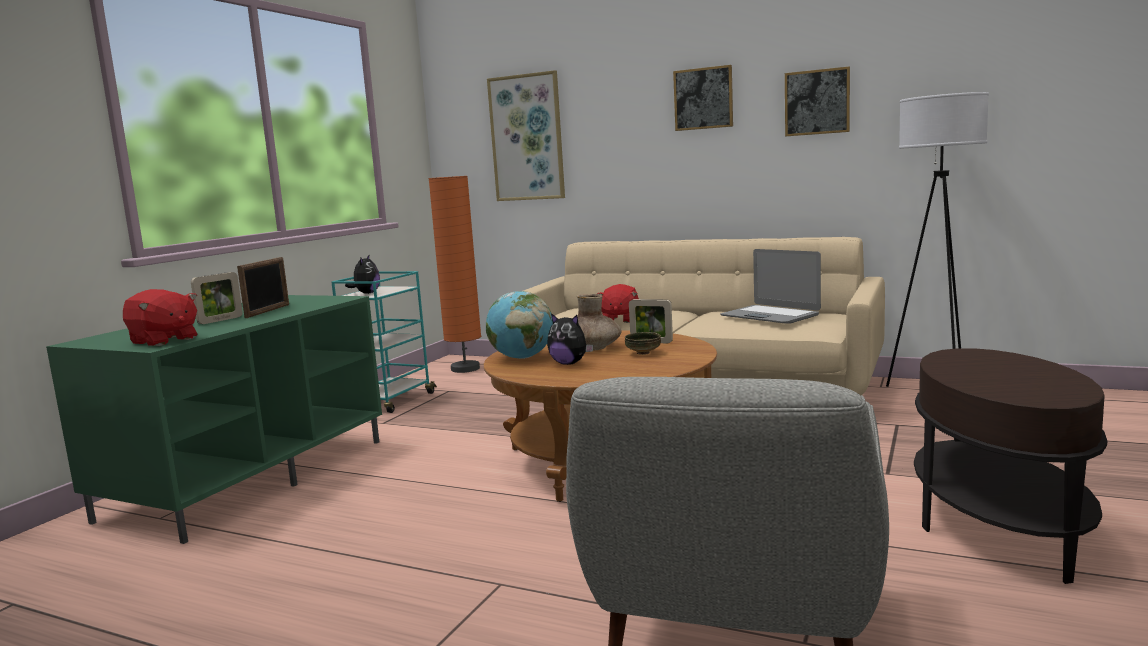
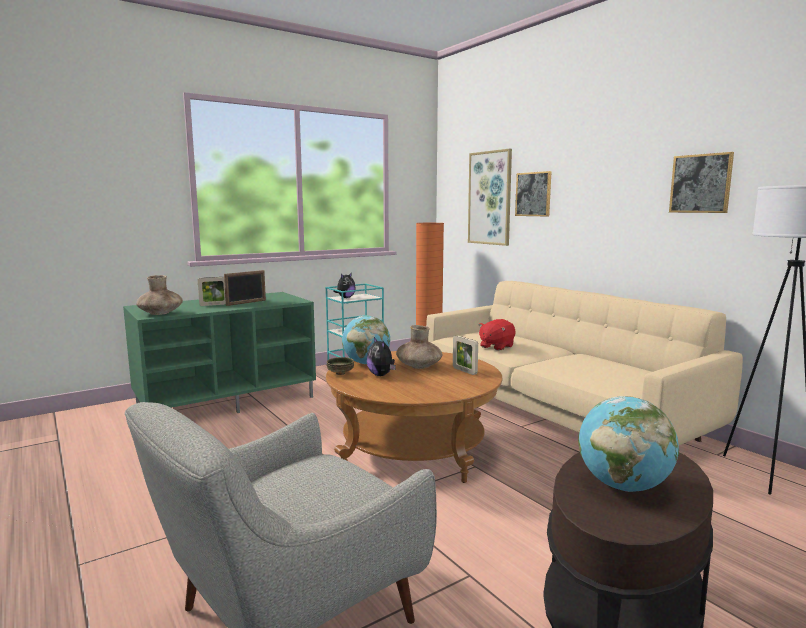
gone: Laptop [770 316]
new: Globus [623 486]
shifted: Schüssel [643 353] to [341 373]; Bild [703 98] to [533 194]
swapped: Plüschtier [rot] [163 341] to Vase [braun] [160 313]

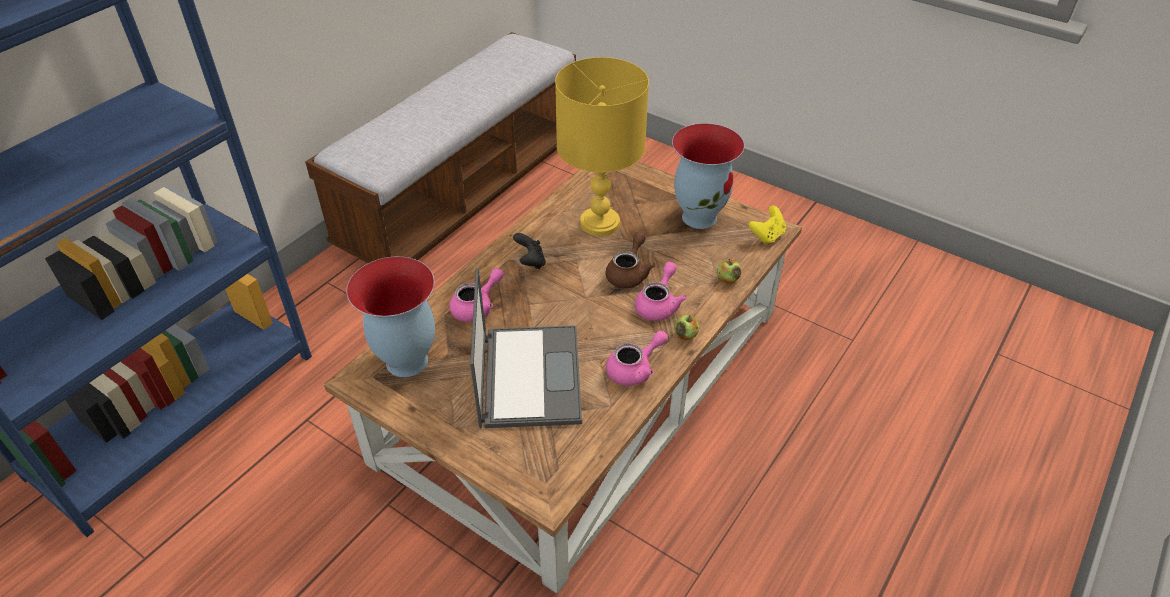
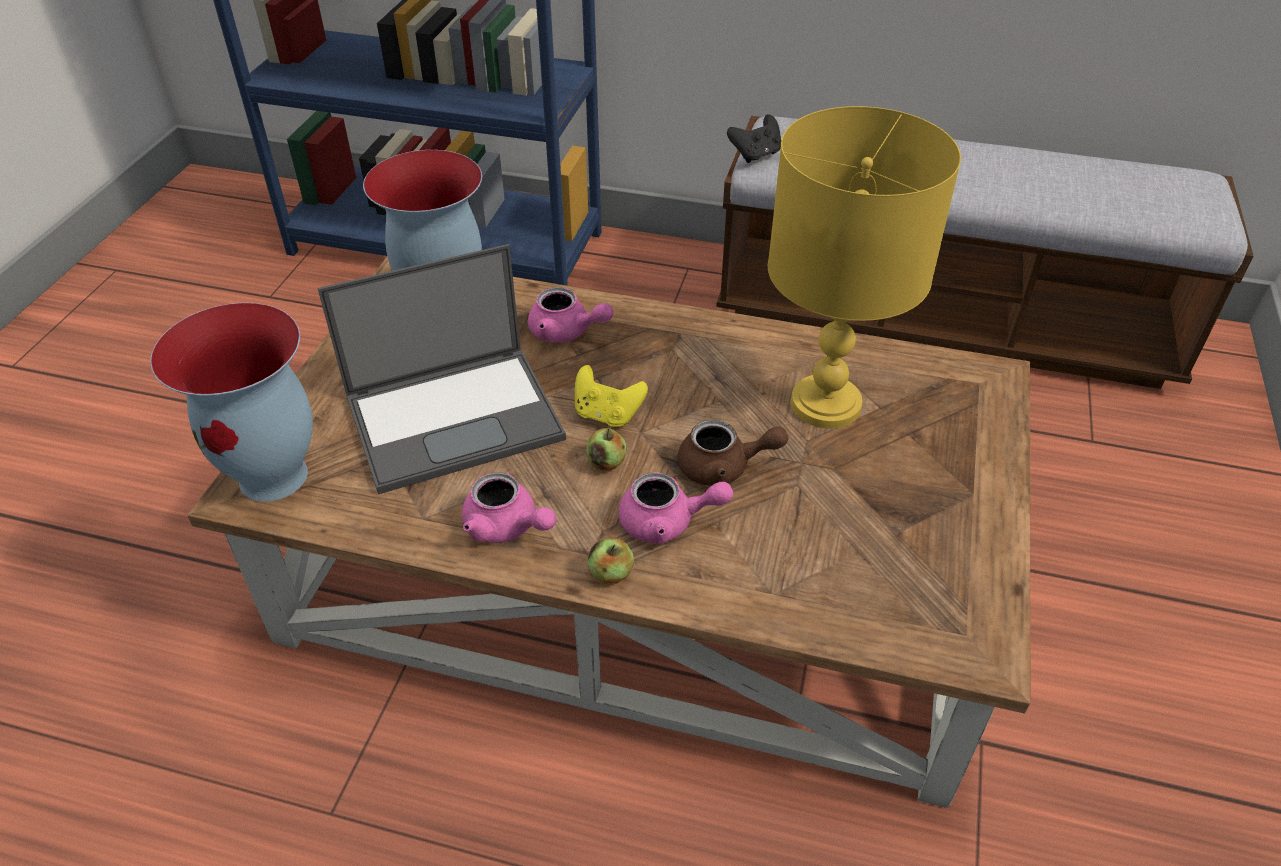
shifted: Gamepad [schwarz] [530 262] to [755 155]; Vase [699 216] to [276 476]; Apfel [728 279] to [606 462]; Gamepad [gelb] [767 236] to [607 414]

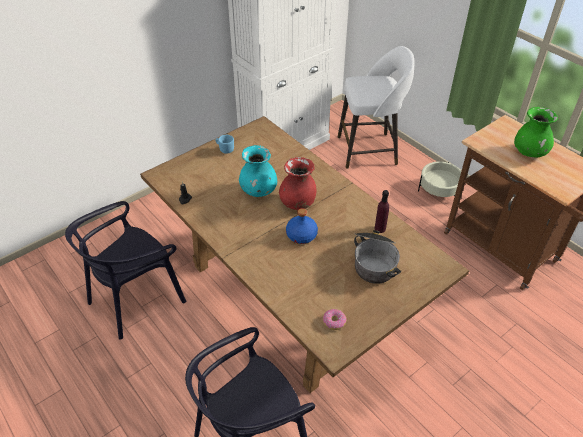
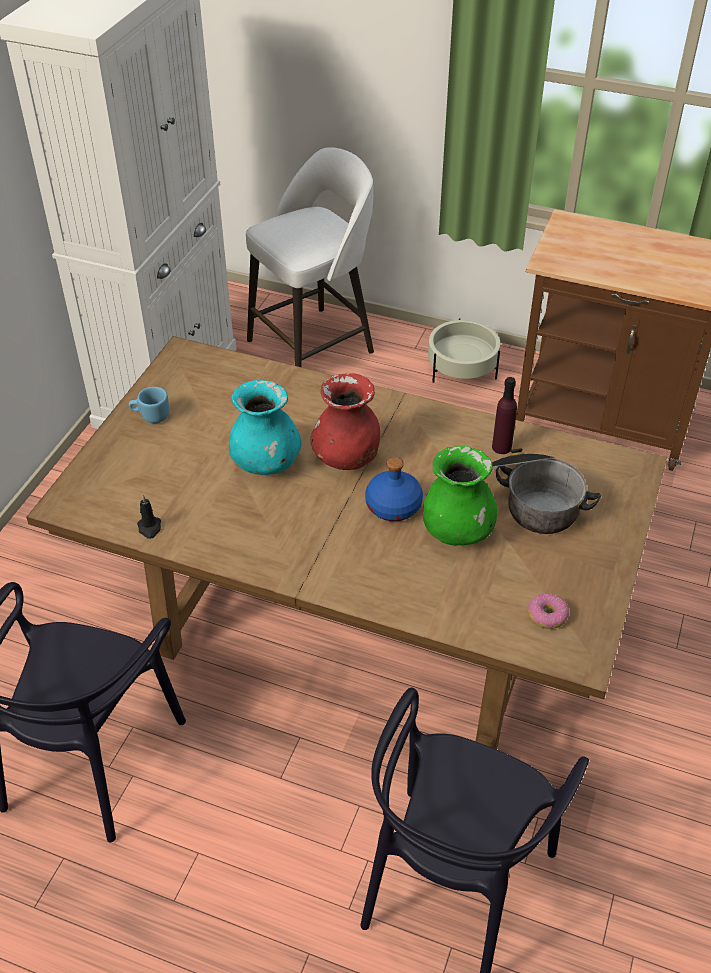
shifted: Vase [grün] [529 152] to [457 531]

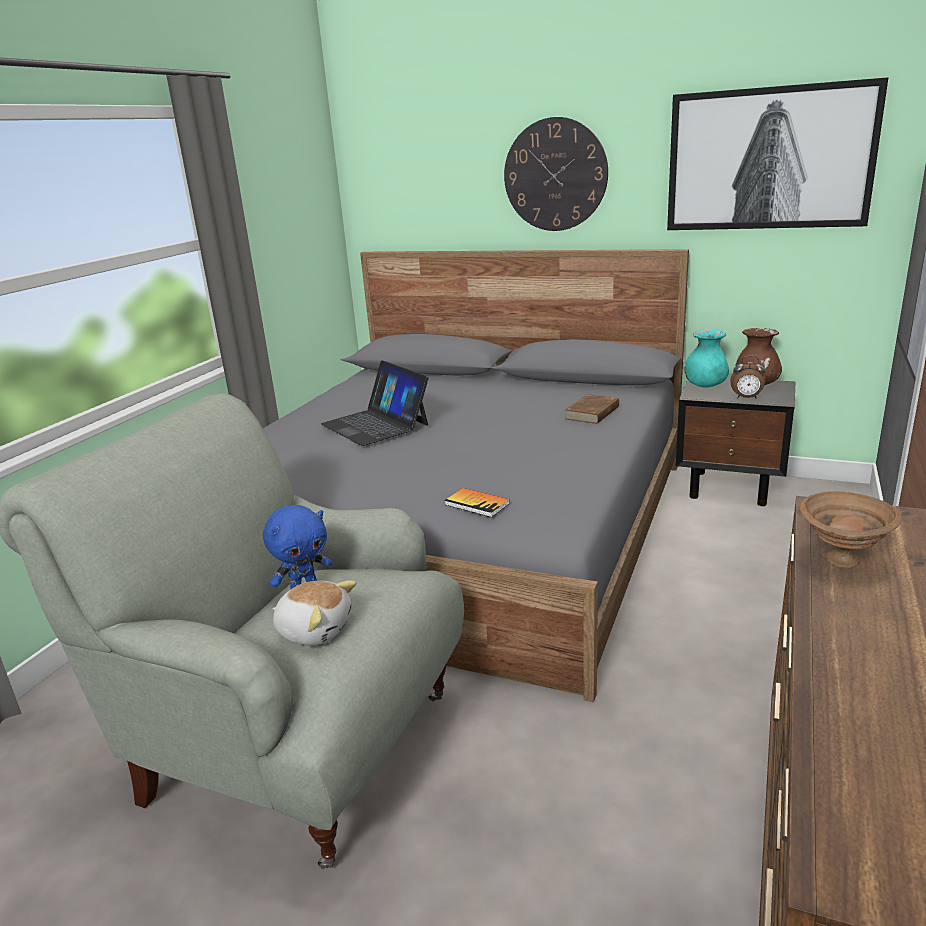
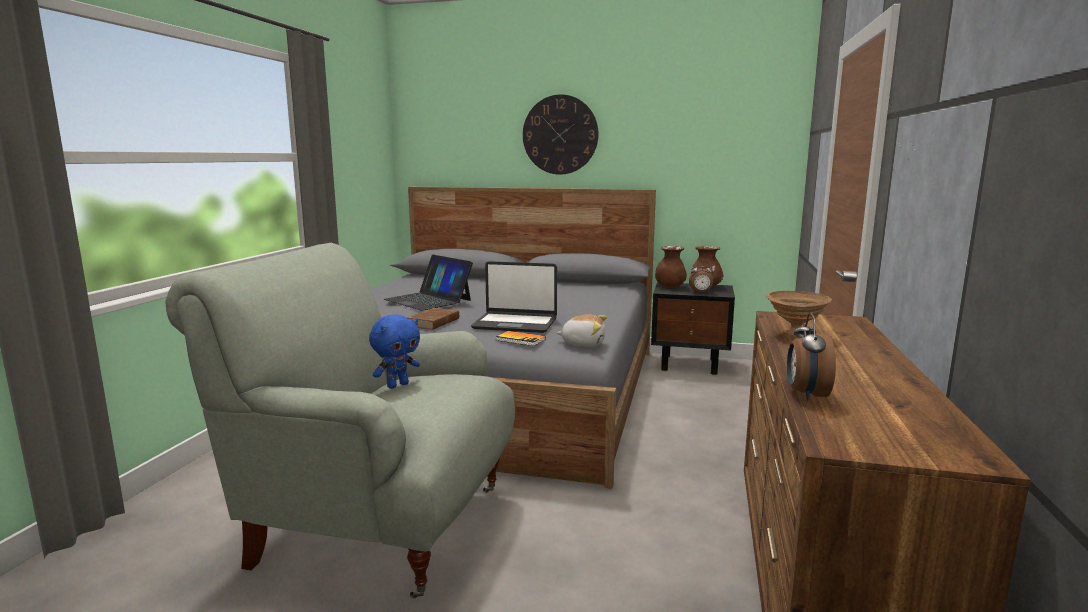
gone: Bild [769 159]
new: Laptop [515 324]; Wecker [806 394]
shifted: Plüschtier [315 629] to [583 343]; Buch [braun] [592 413] to [434 322]
repainted: Vase [türkis] [705 385] to Vase [braun] [670 286]

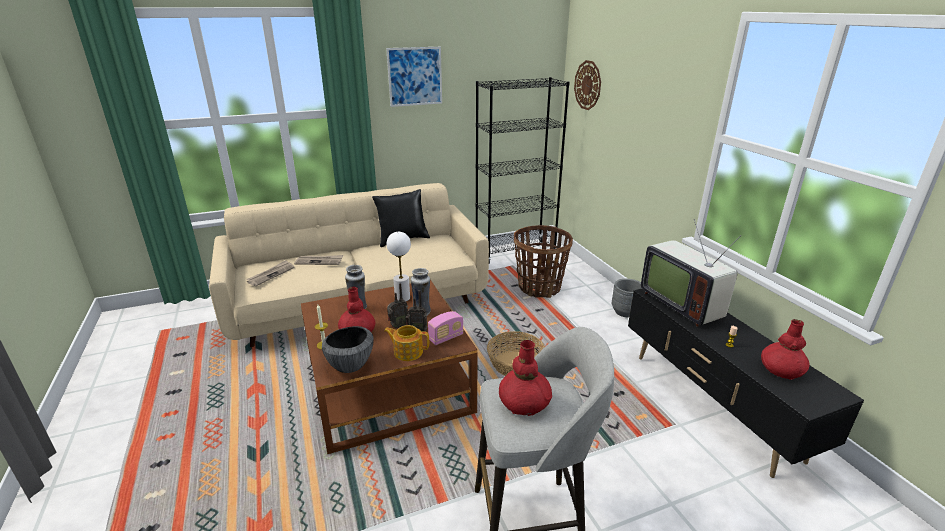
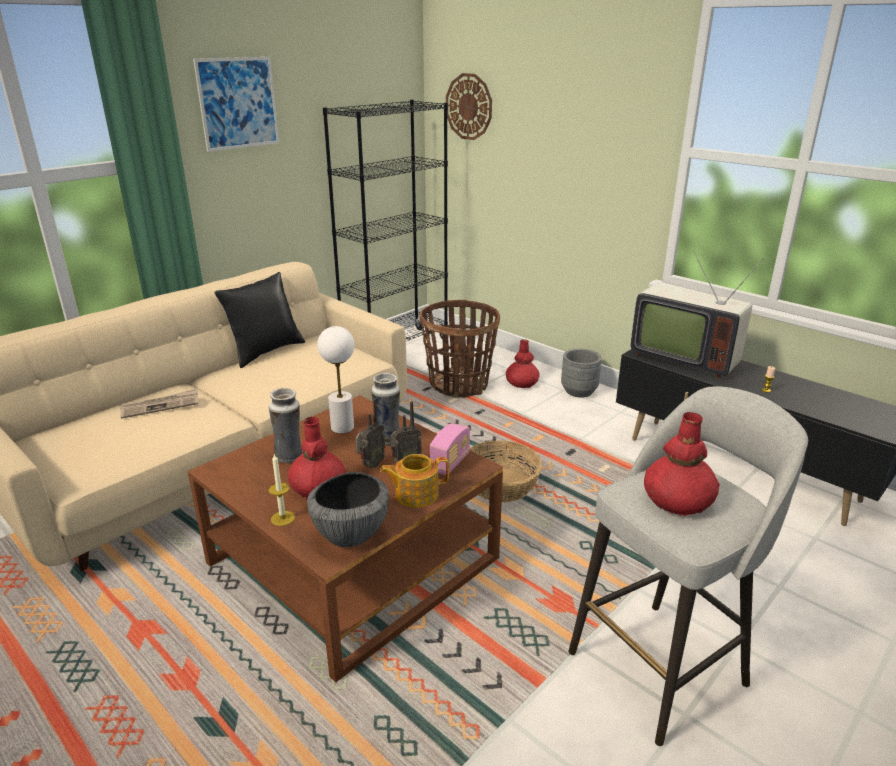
gone: Zeitung [271 274]
shifted: Vase [rot] [781 369] to [522 383]

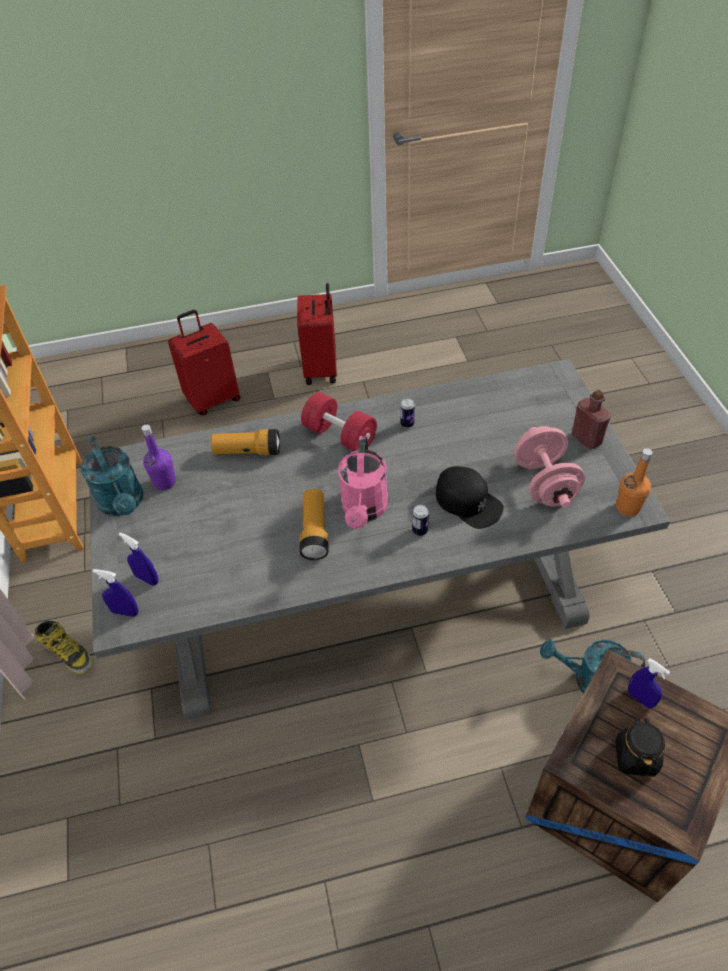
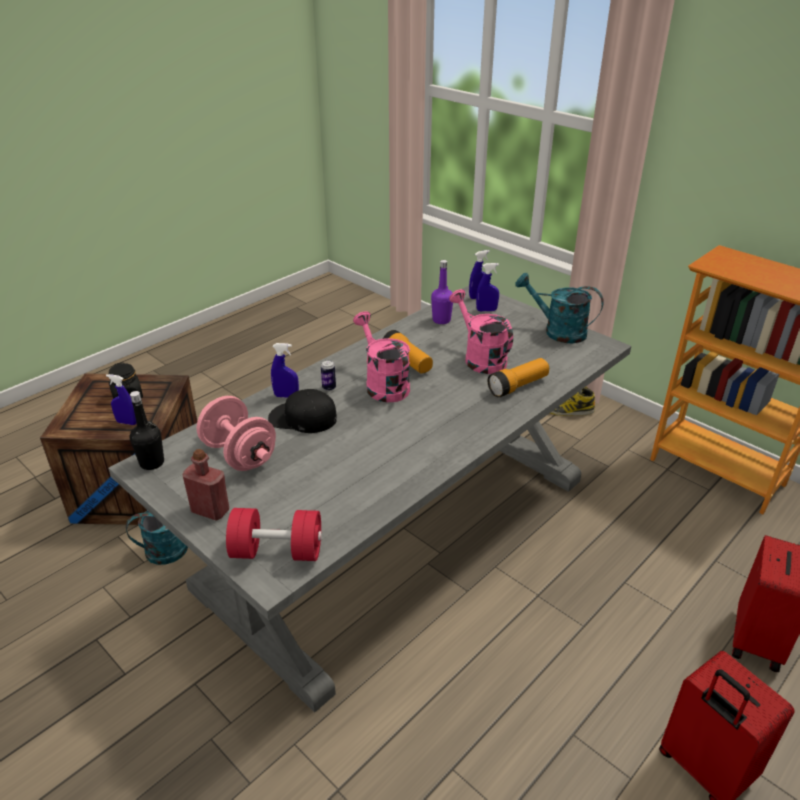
gone: Dose [407 424]
new: Sprühflasche [blau] [286 396]; Gießkanne [rosa] [480 358]
shifted: Flasche [lila] [165 482] to [441 320]; Hantel [rot] [340 435] to [277 551]
repainted: Flasche [orange] [627 507] to Flasche [schwarz] [152 463]

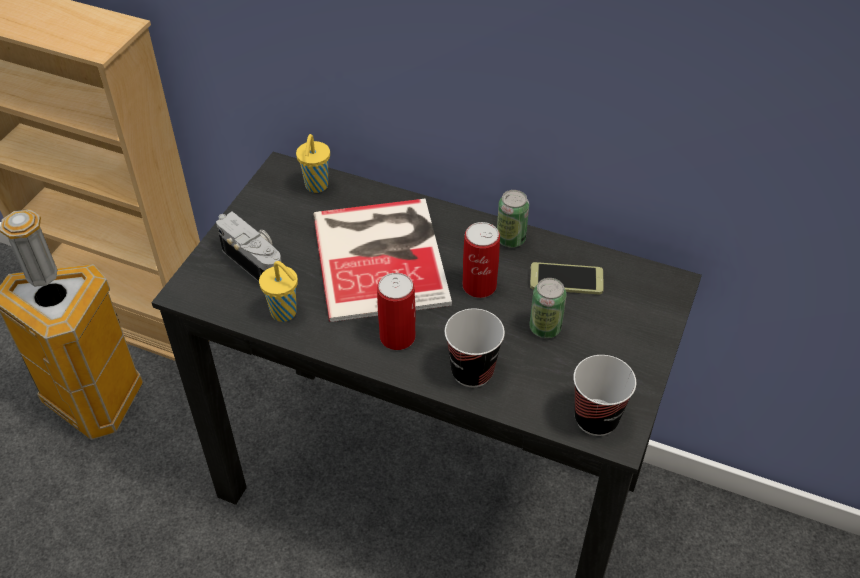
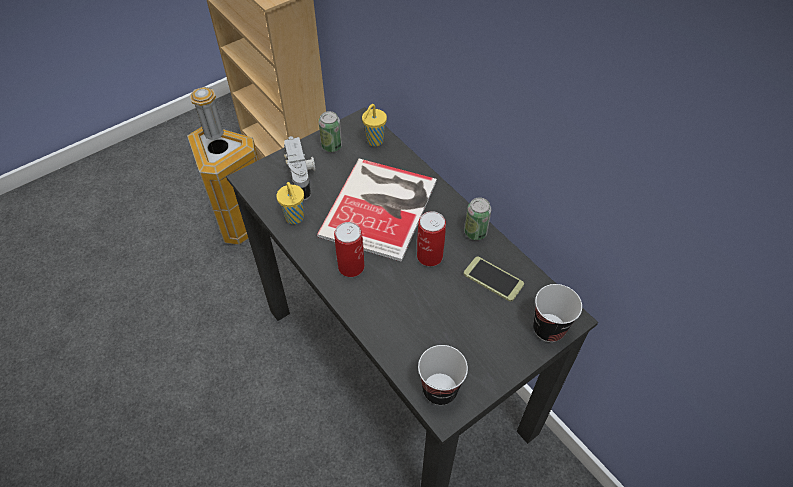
shifted: Tasse [472 371] to [549 329]; Dose [545 328] to [332 146]

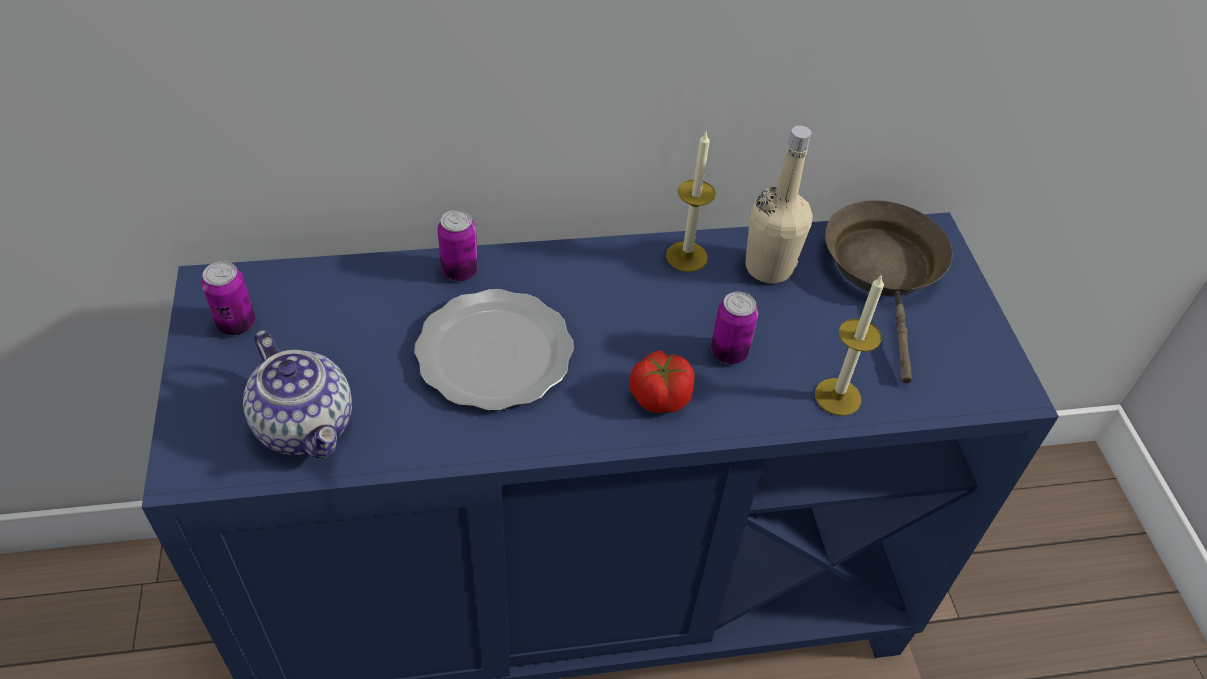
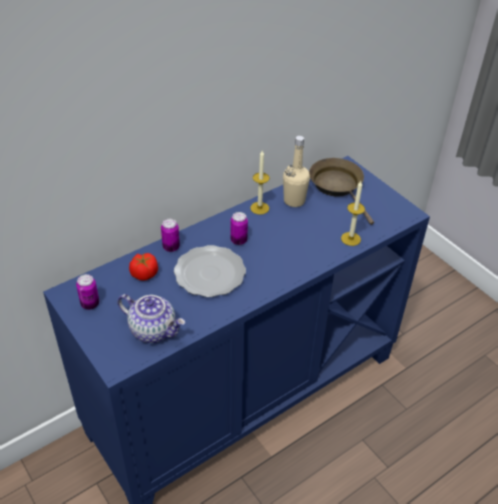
shifted: Tomate [659 397] to [144 274]; Dose [729 352] to [238 240]

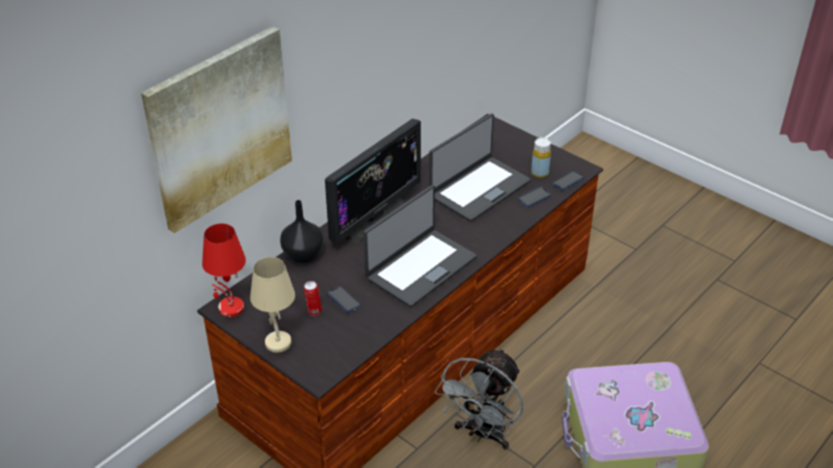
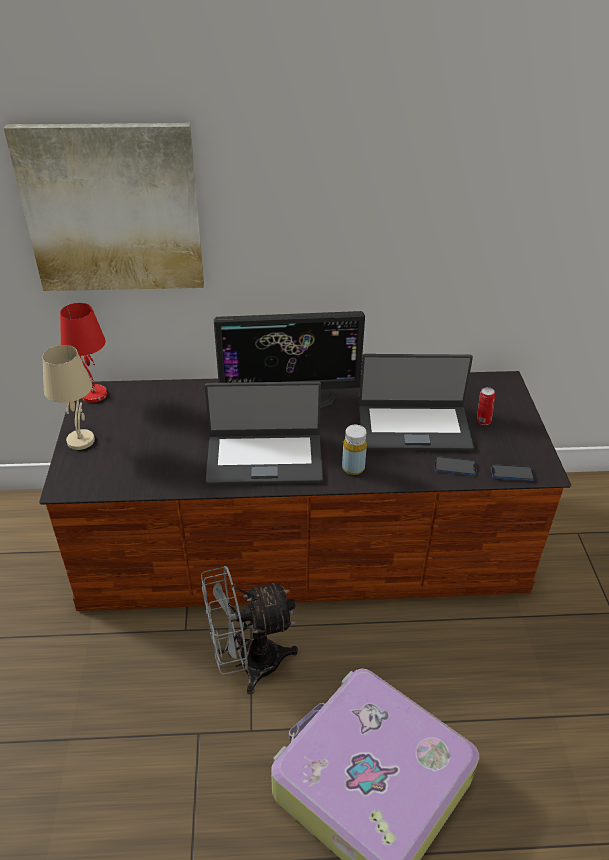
gone: Vase [schwarz] [303 256]; Handy [344 300]
shifted: Dose [313 311] to [482 421]; Flasche [gelb] [539 173] to [353 468]

